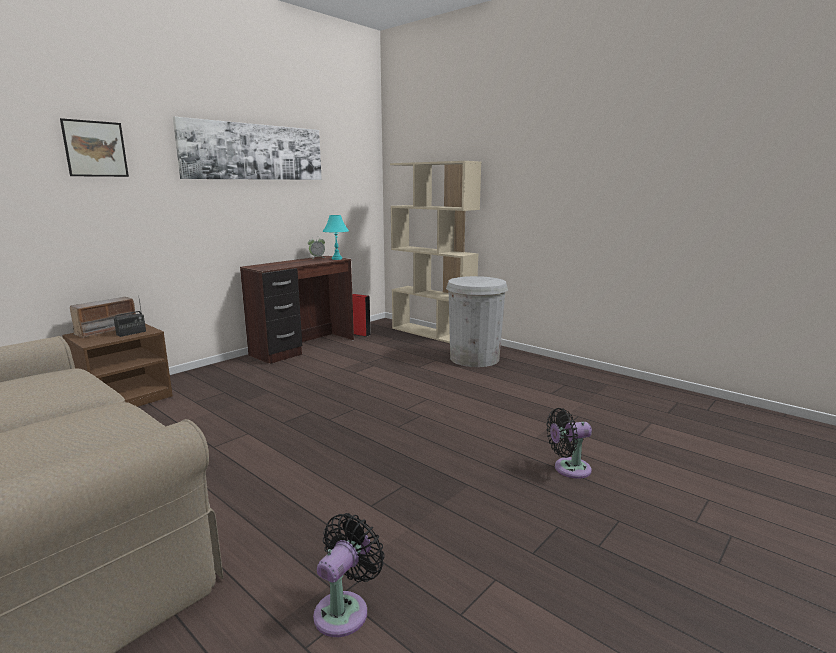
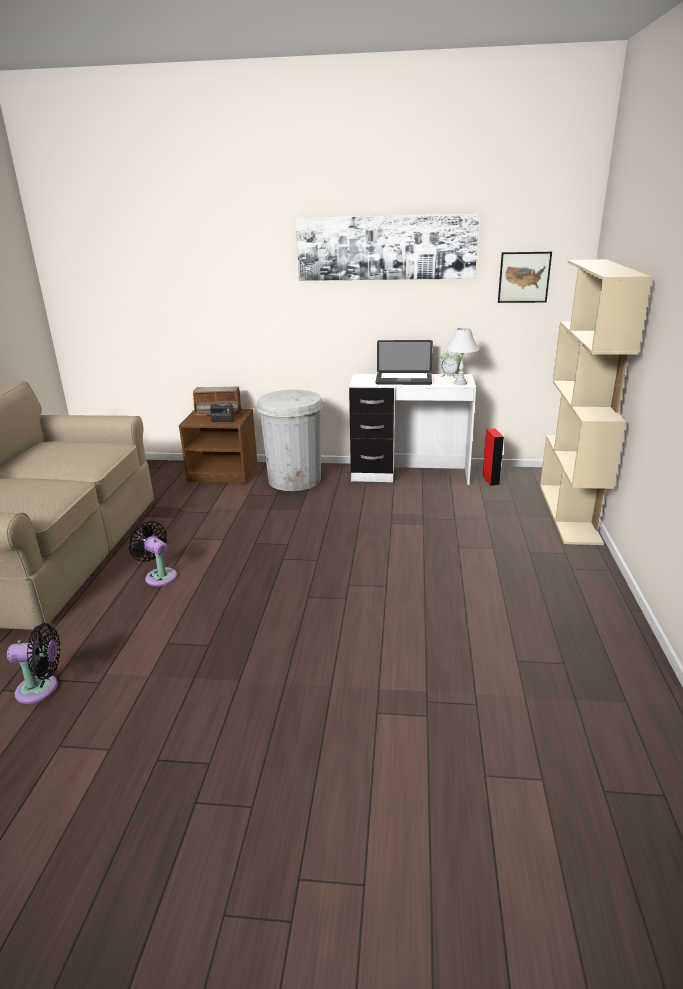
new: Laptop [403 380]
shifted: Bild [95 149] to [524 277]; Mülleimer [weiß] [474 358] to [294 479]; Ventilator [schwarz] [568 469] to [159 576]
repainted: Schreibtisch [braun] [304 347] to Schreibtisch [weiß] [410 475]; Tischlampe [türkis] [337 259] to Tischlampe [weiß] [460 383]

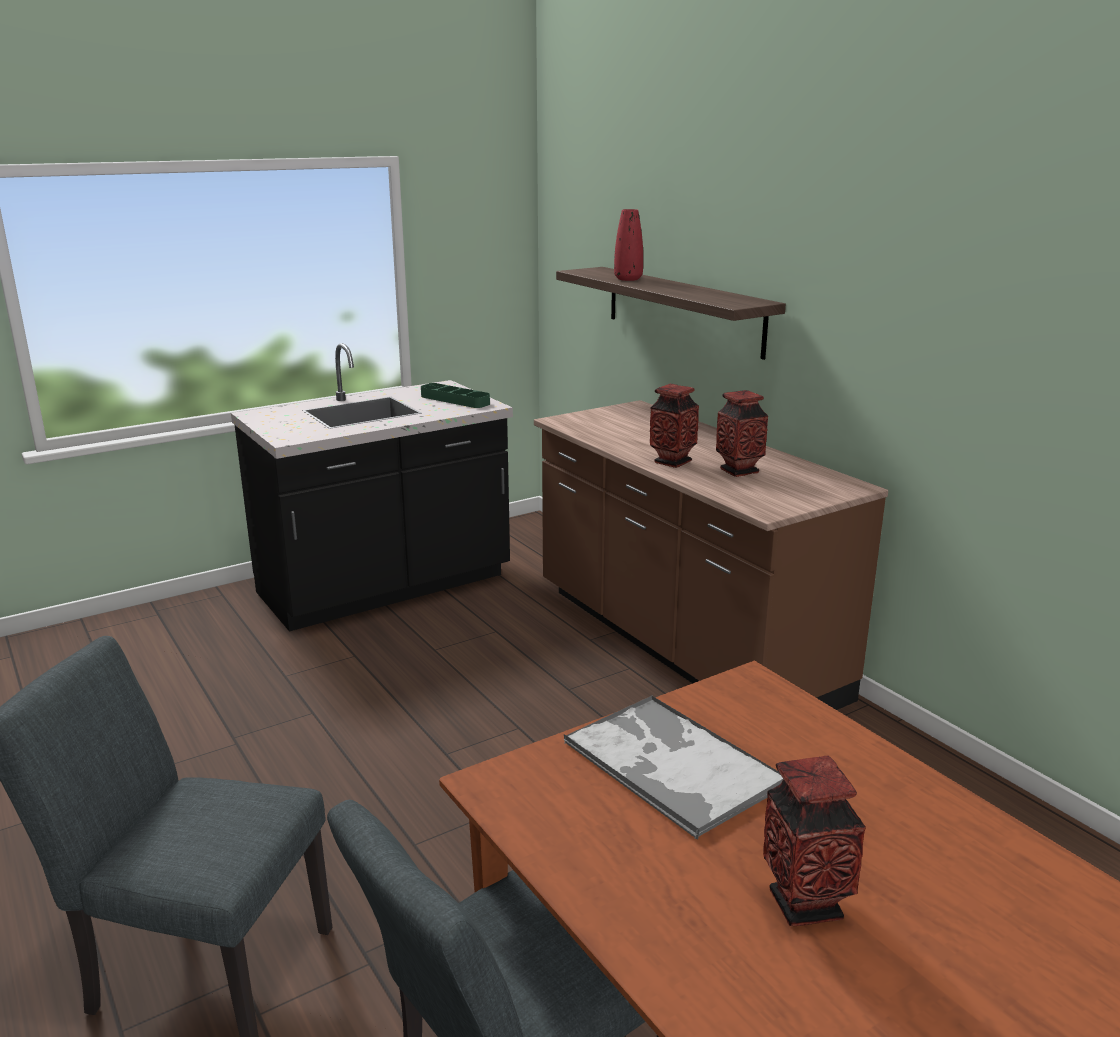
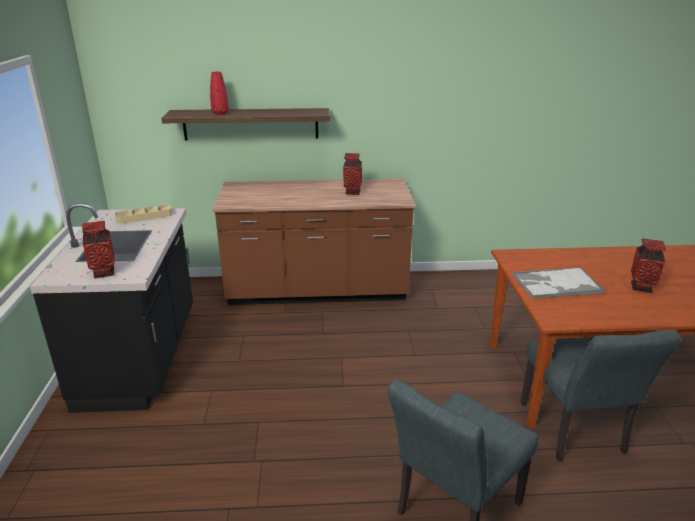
shifted: Vase [672 462] to [104 273]
repainted: Tablett [grün] [455 400] to Tablett [beige] [144 217]

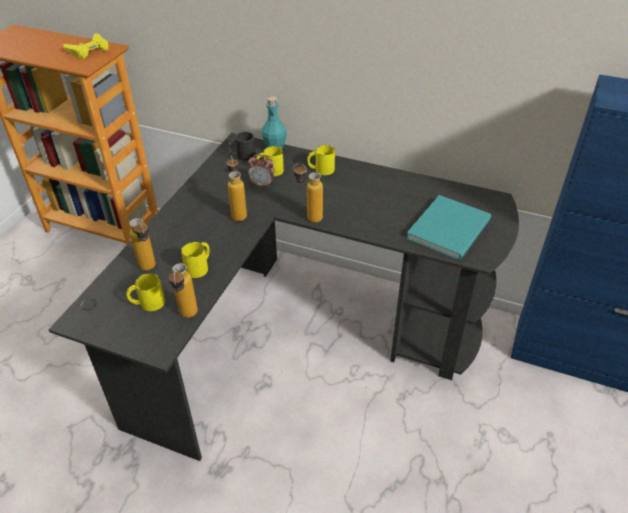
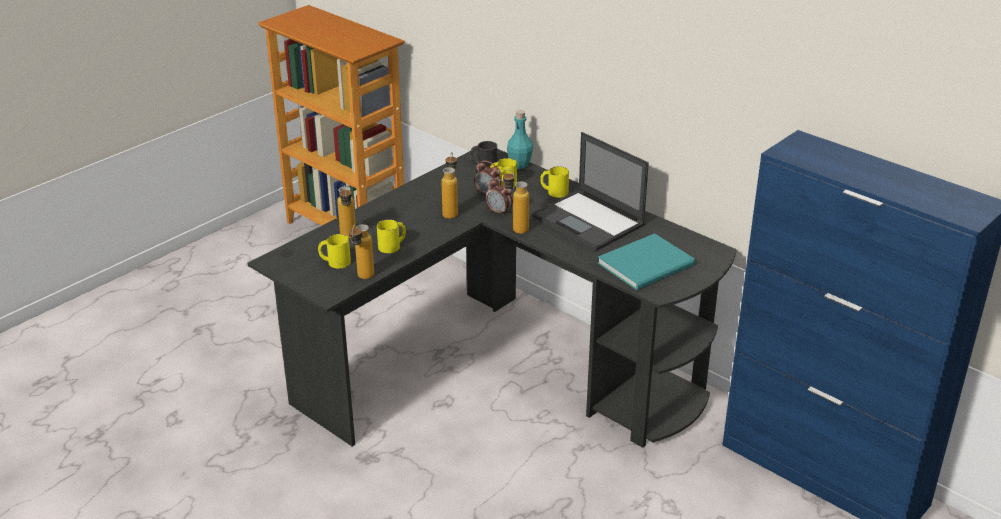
gone: Gamepad [gelb] [89 50]
new: Wecker [499 212]; Laptop [589 221]

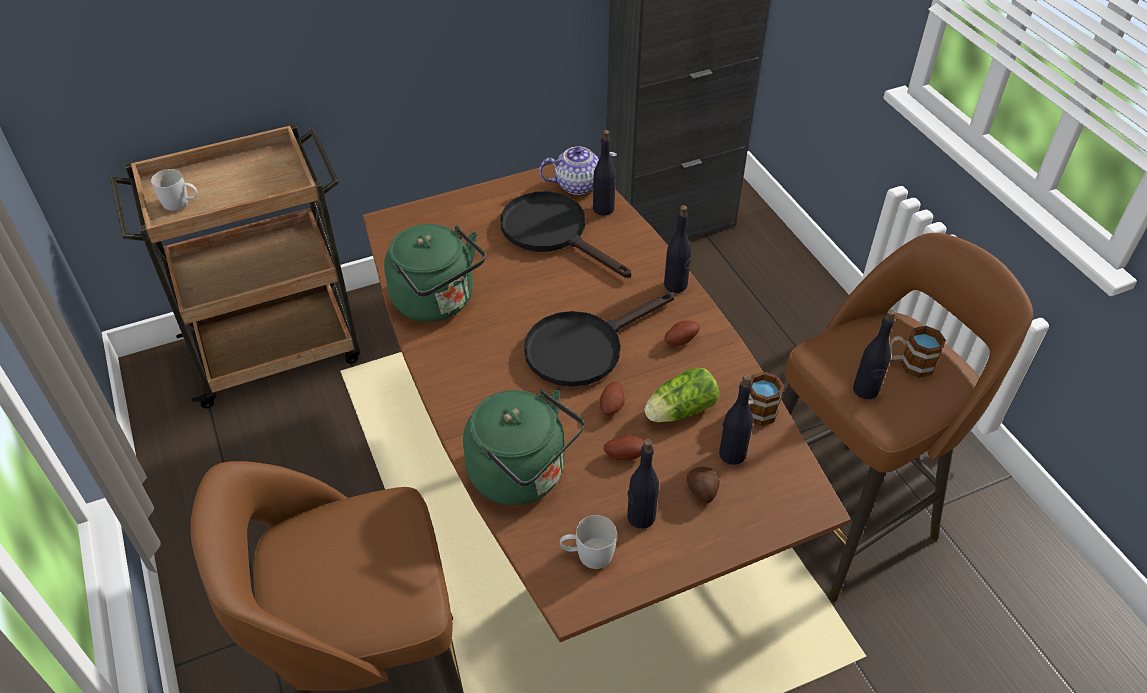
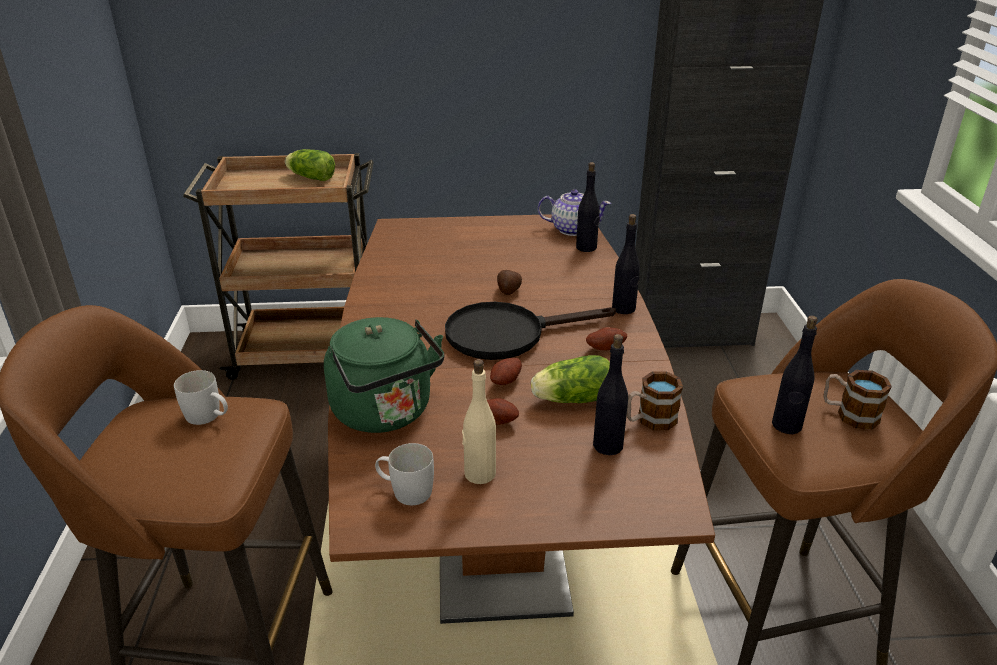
gone: Wasserkessel [grün] [437 302]; Pfanne [schwarz] [553 233]
new: Salatkopf [310 177]
shifted: Henkelbecher [weiß] [181 203] to [208 417]; Kartoffel [702 492] to [508 291]
repainted: Flasche [schwarz] [640 517] to Flasche [beige] [479 474]

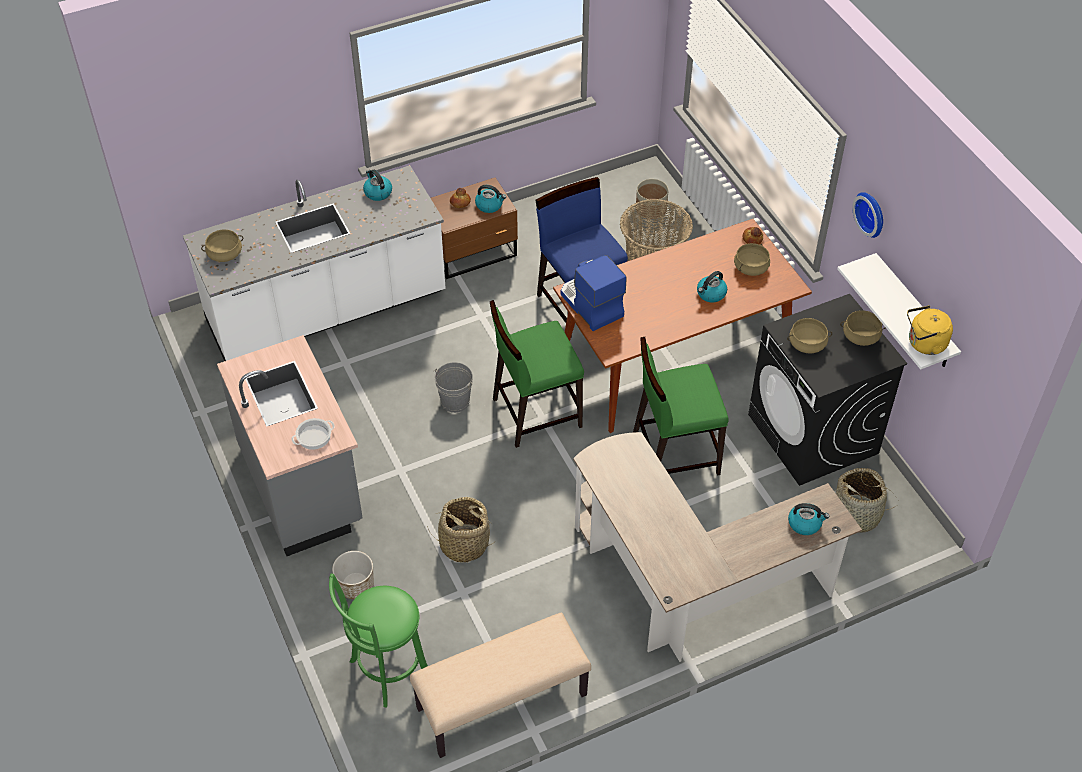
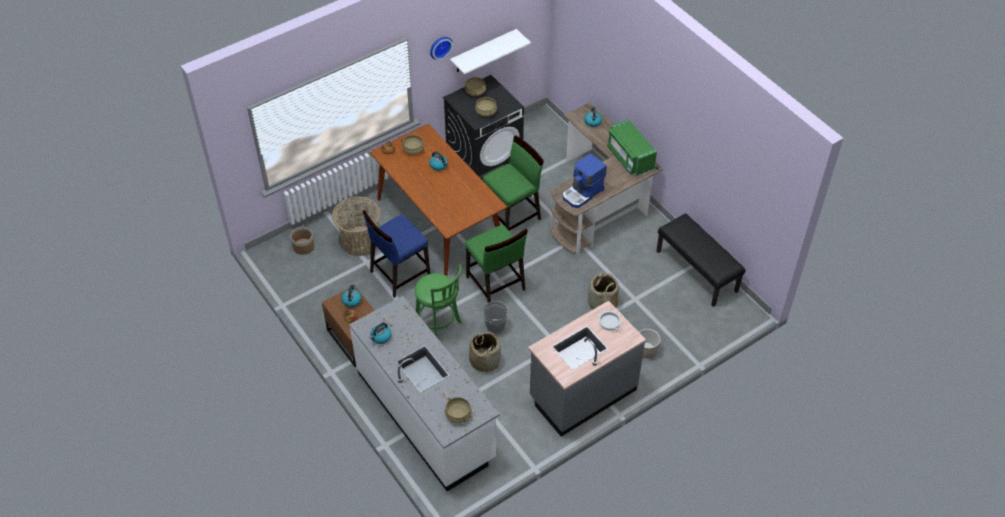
gone: Wasserkessel [gelb] [924 344]
new: Mikrowelle [grün] [629 157]
shifted: Hocker [grün] [386 671] to [439 326]; Kaffeemaschine [590 305] to [583 193]; Korb [857 515] to [485 360]
repainted: Bank [beige] [501 702] to Bank [schwarz] [697 271]
rotated: Stuhl [grün] [674 453] = [512 217] 105 degrees counterclockwise

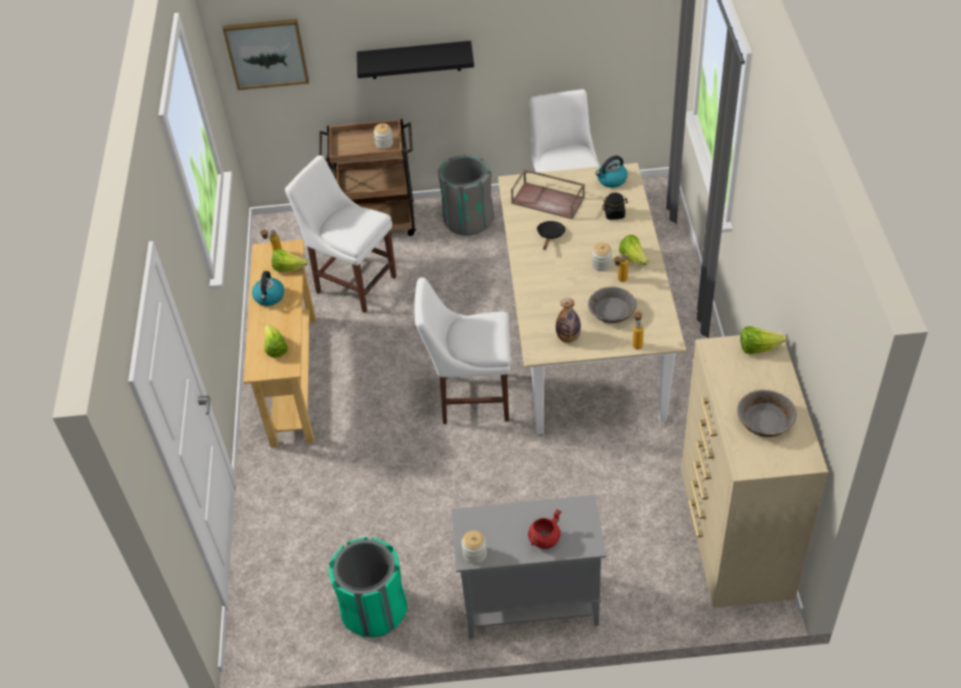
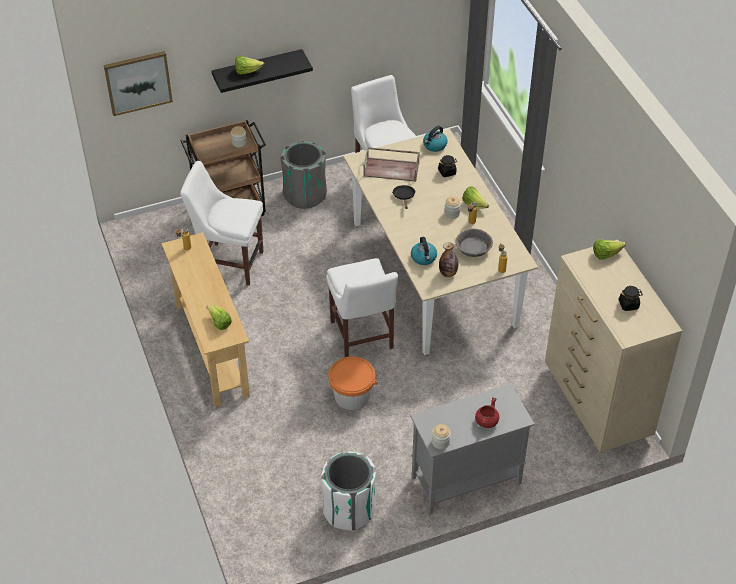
new: Eimer [orange] [352 396]
shifted: Wasserkessel [269 297] to [424 258]; Salatkopf [288 268] to [247 71]
swapped: Schüssel [grau] [764 421] to Vorratsglas [schwarz] [628 304]
repainted: Mülleimer [grün] [374 610] to Mülleimer [weiß] [349 510]
rotated: Stuhl [weiß] [471 398] = [362 337] 90 degrees counterclockwise

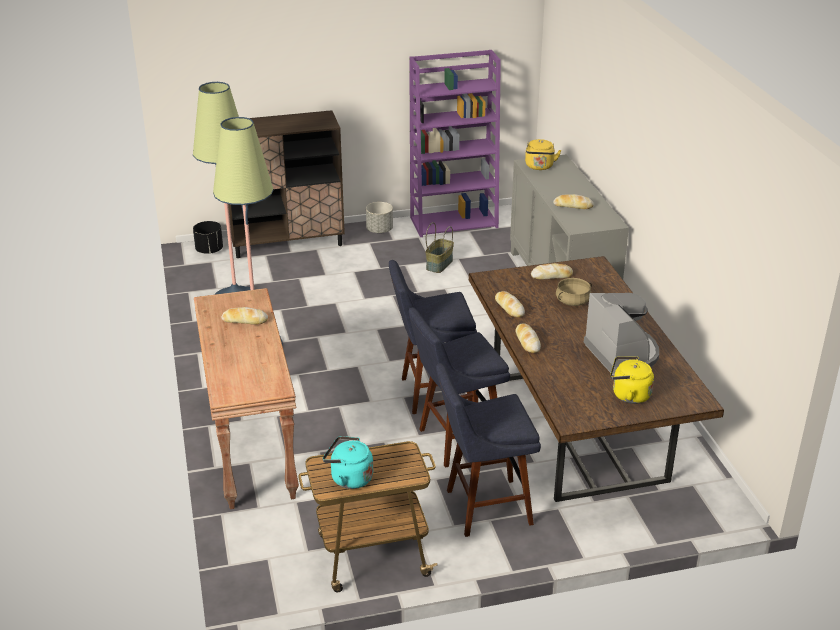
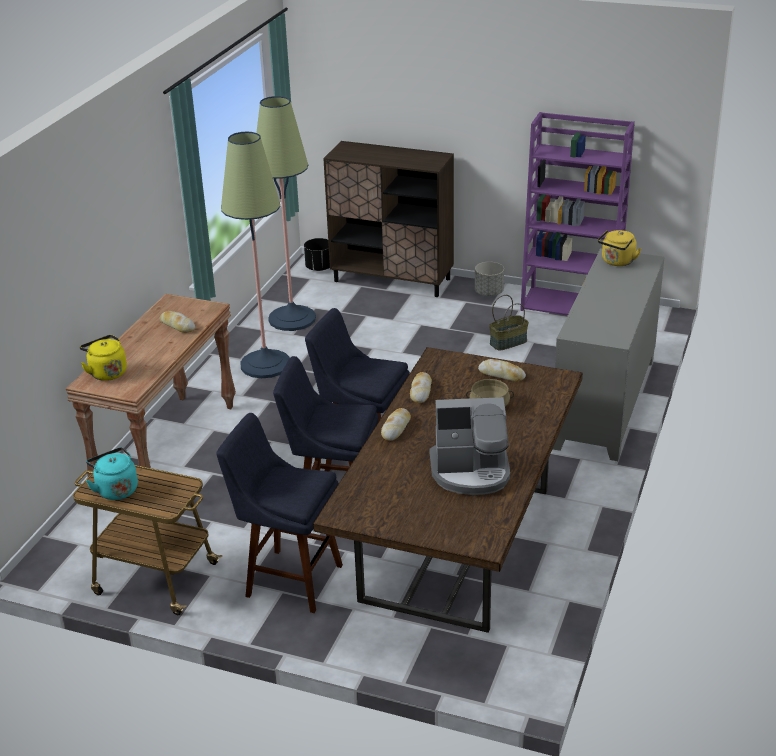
gone: Brot [573 206]
shifted: Wasserkessel [gelb] [628 395] to [107 372]
rotated: Kaffeemaschine [622 354] = [471 472] 75 degrees clockwise

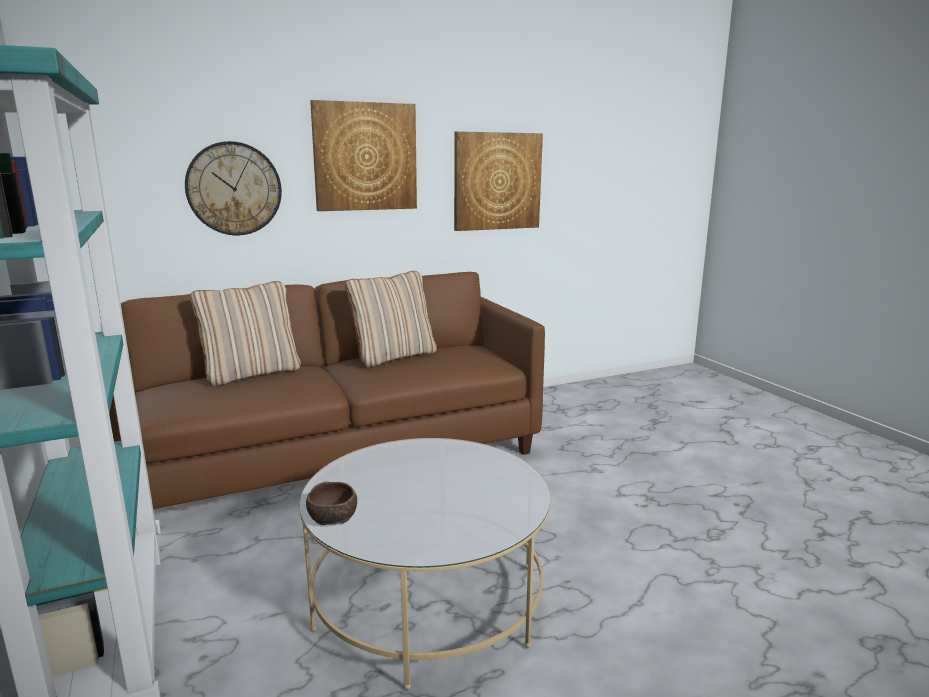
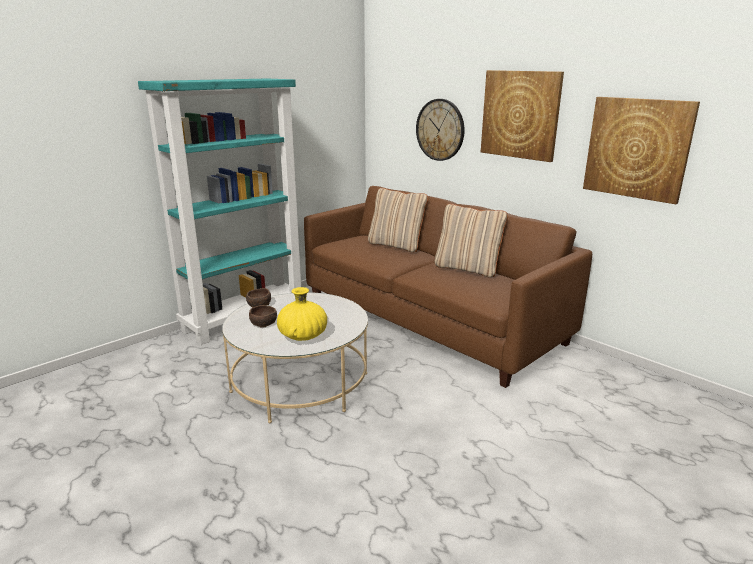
new: Schüssel [braun] [264 323]; Vase [gelb] [302 336]

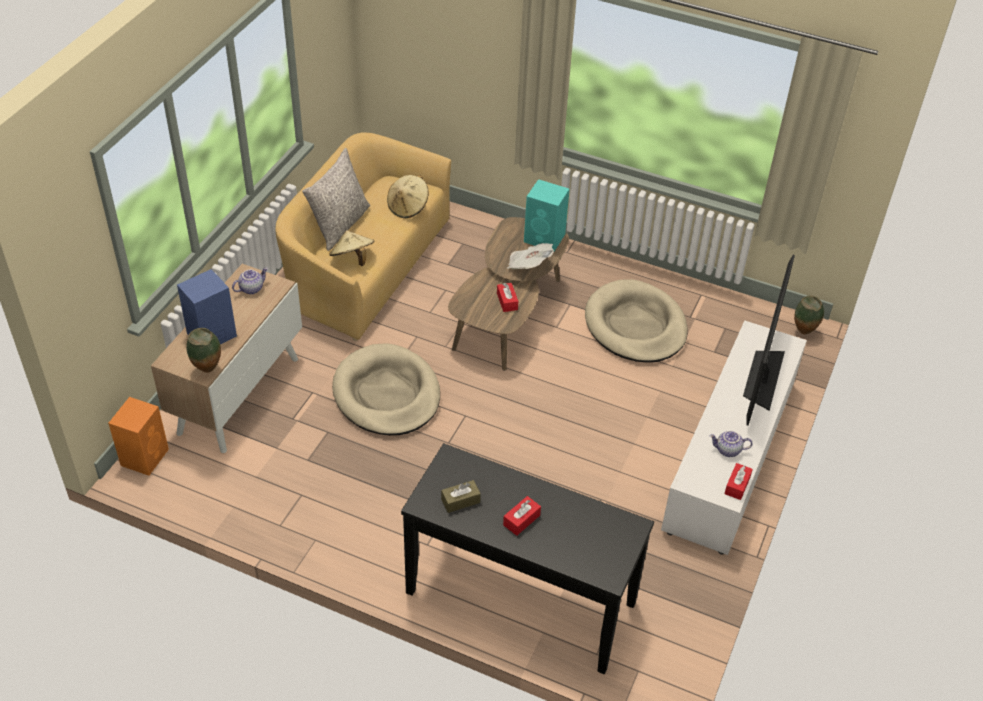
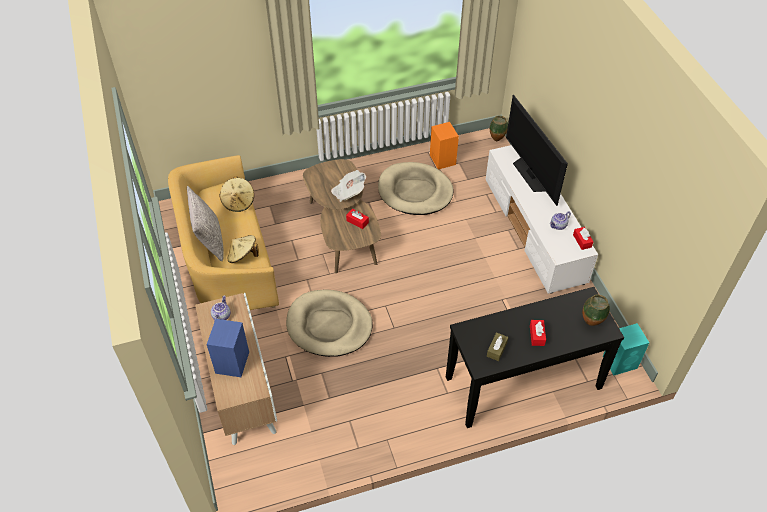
shifted: Lautsprecher [orange] [145 456] to [442 159]; Vase [208 371] to [591 323]; Lautsprecher [türkis] [545 238] to [620 362]

